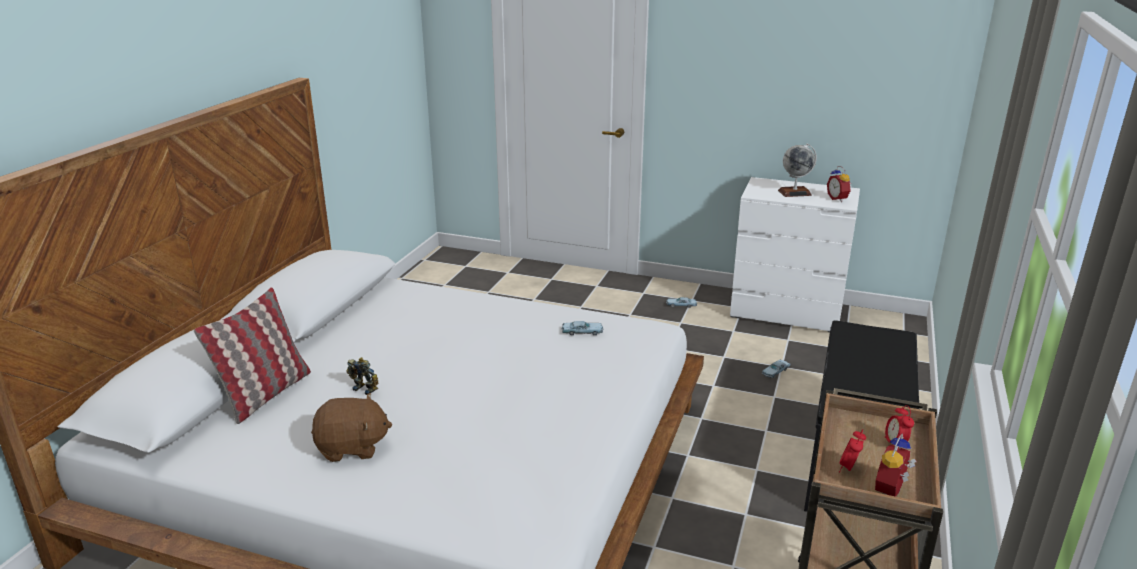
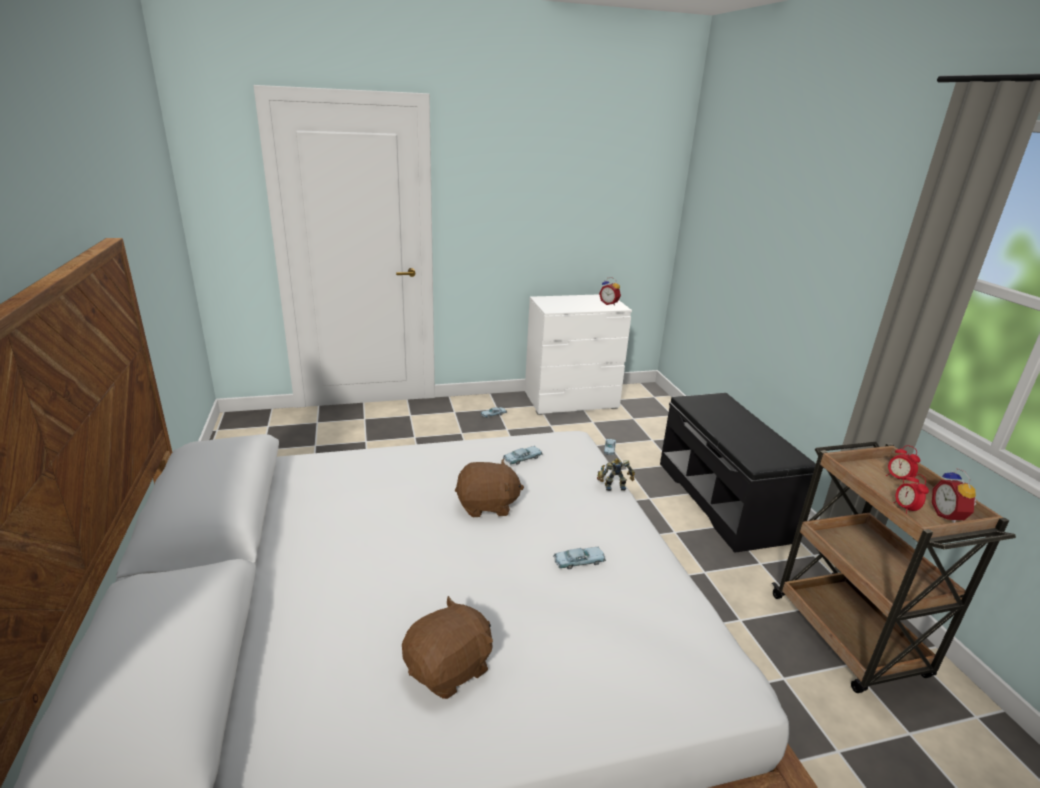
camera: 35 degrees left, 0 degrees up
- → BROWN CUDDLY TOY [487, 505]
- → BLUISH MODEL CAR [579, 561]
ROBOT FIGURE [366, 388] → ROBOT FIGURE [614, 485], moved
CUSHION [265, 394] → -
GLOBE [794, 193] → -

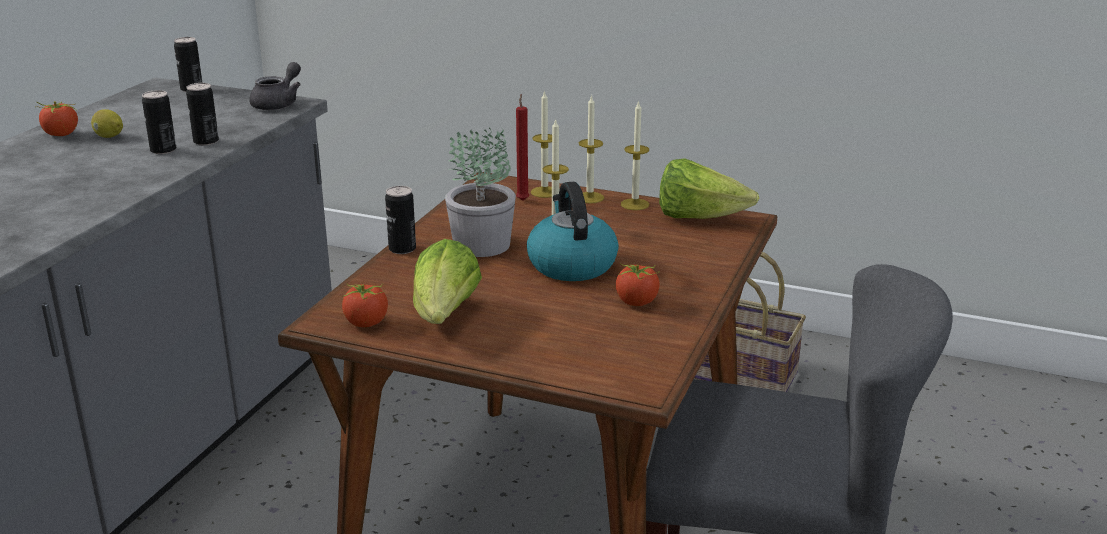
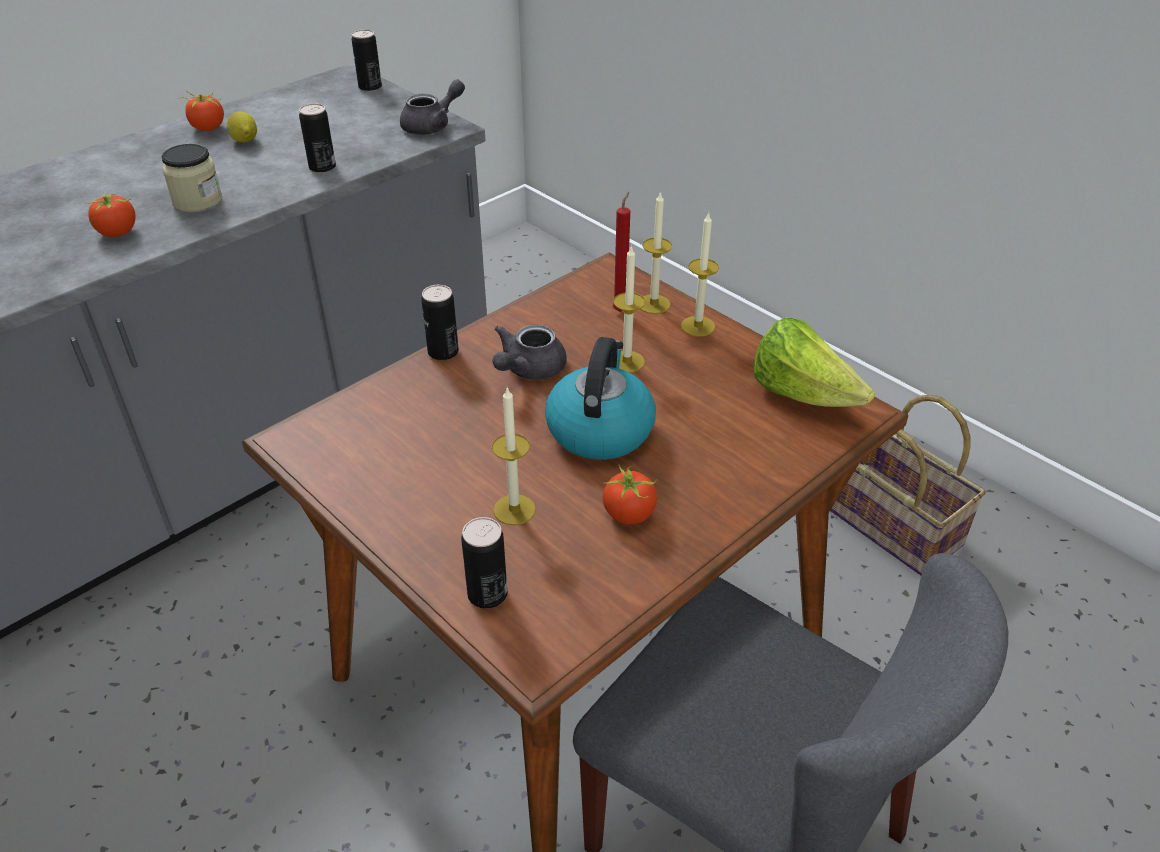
camera: 25 degrees right, 15 degrees up
WHOLE TOMATO [366, 323] → WHOLE TOMATO [118, 233], moved
- → STORAGE JAR [197, 201]
CAN [163, 150] → CAN [487, 594], moved
WAX CANDLE [635, 204] → WAX CANDLE [514, 510], moved
POTTED PLANT [483, 245] → GREY POT FOR TEA [528, 370]
LETTUCE HEAD [445, 316] → -

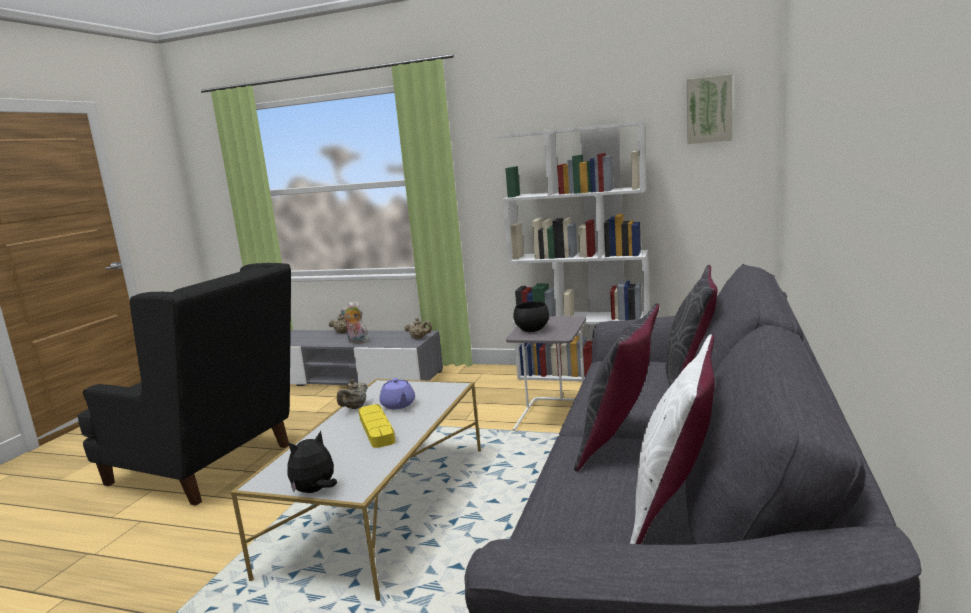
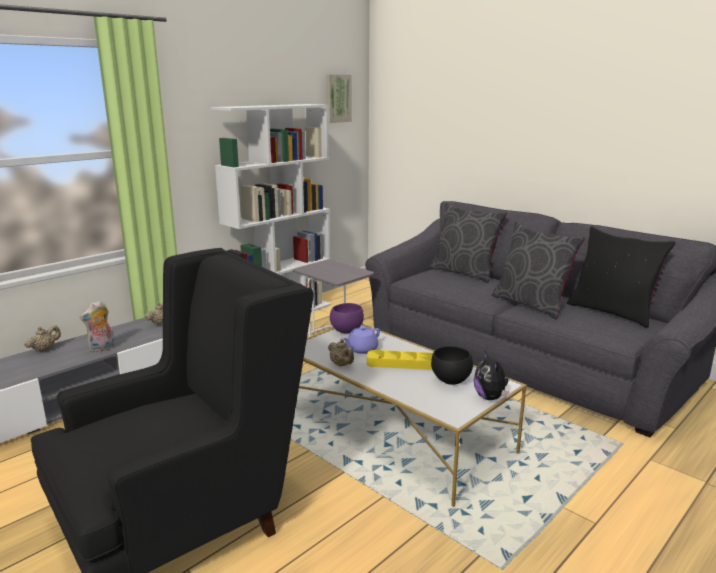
camera: 65 degrees left, 5 degrees up
- → PURPLISH BOWL [346, 330]
PURPLISH POT FOR TEA [398, 405] → PURPLISH POT FOR TEA [361, 349], 135 degrees clockwise
BLACKISH BOWL [531, 330] → BLACKISH BOWL [451, 381], moved
WHITISH CUSHION [675, 510] → BLACKISH CUSHION [612, 312]

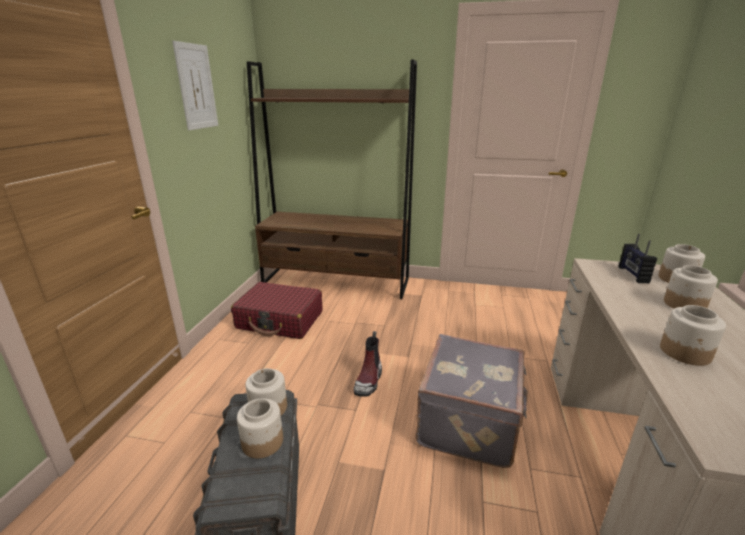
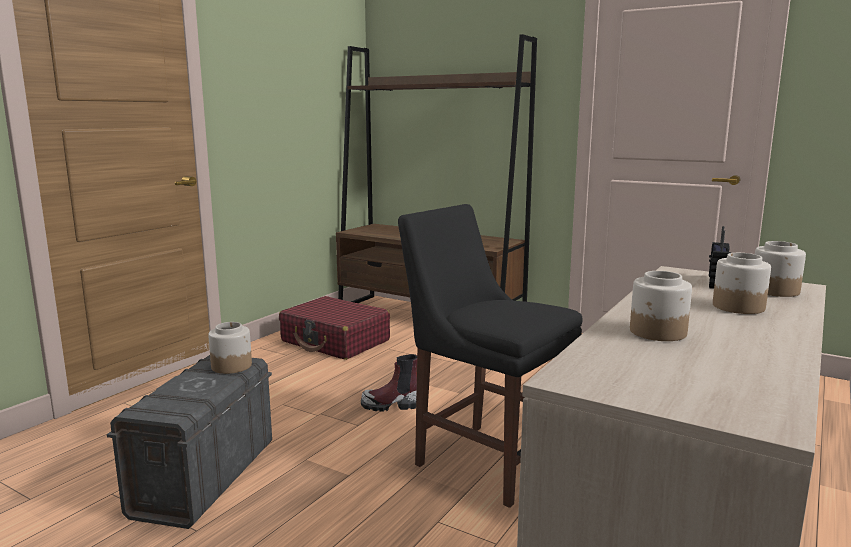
camera: 20 degrees right, 10 degrees down
BOOT [368, 381] → BOOT [393, 405], 45 degrees clockwise
GREY TRAVEL CASE [470, 422] → BLACKISH UPRIGHT CHAIR [485, 459]
PICTURE [196, 87] → -
STORAGE JAR [262, 442] → -

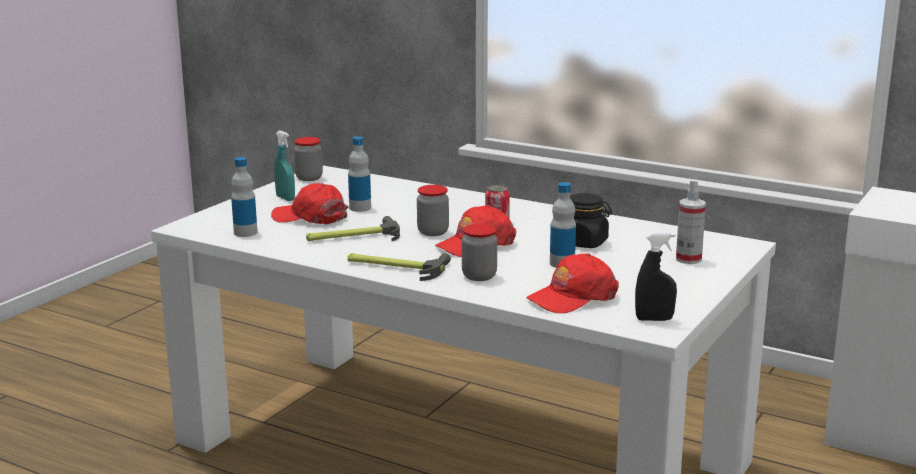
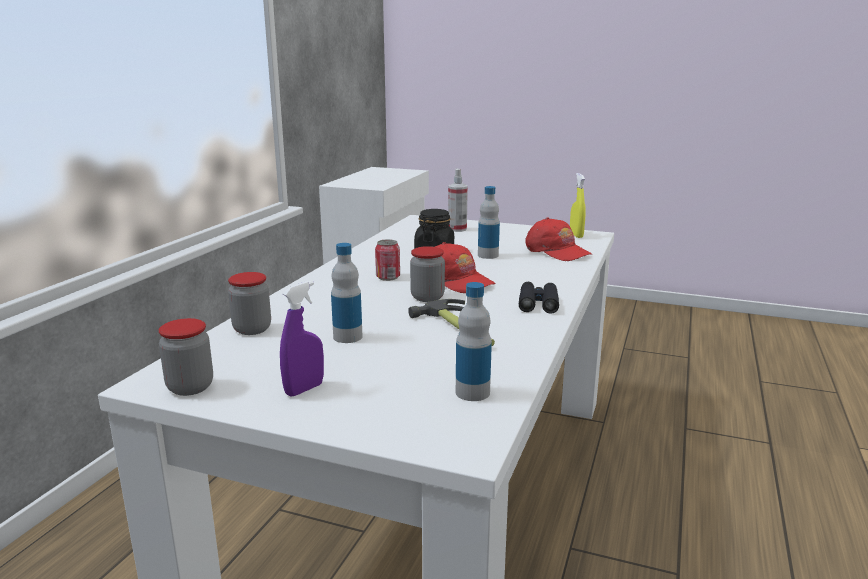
camera: 100 degrees left, 0 degrees up
STORAGE JAR [479, 276] → STORAGE JAR [252, 329], moved
BLUE-GREEN SPRAYER [285, 198] → PURPLISH SPRAYER [304, 389]
TOOL HAMMER [394, 267] → BLACKISH PAIR OF BINOCULARS [538, 303]
BLACKISH SPRAYER [654, 319] → YELLOW-COLOURED SPRAYER [576, 235]
RED-COLOURED BASEBALL CAP [310, 217] → -

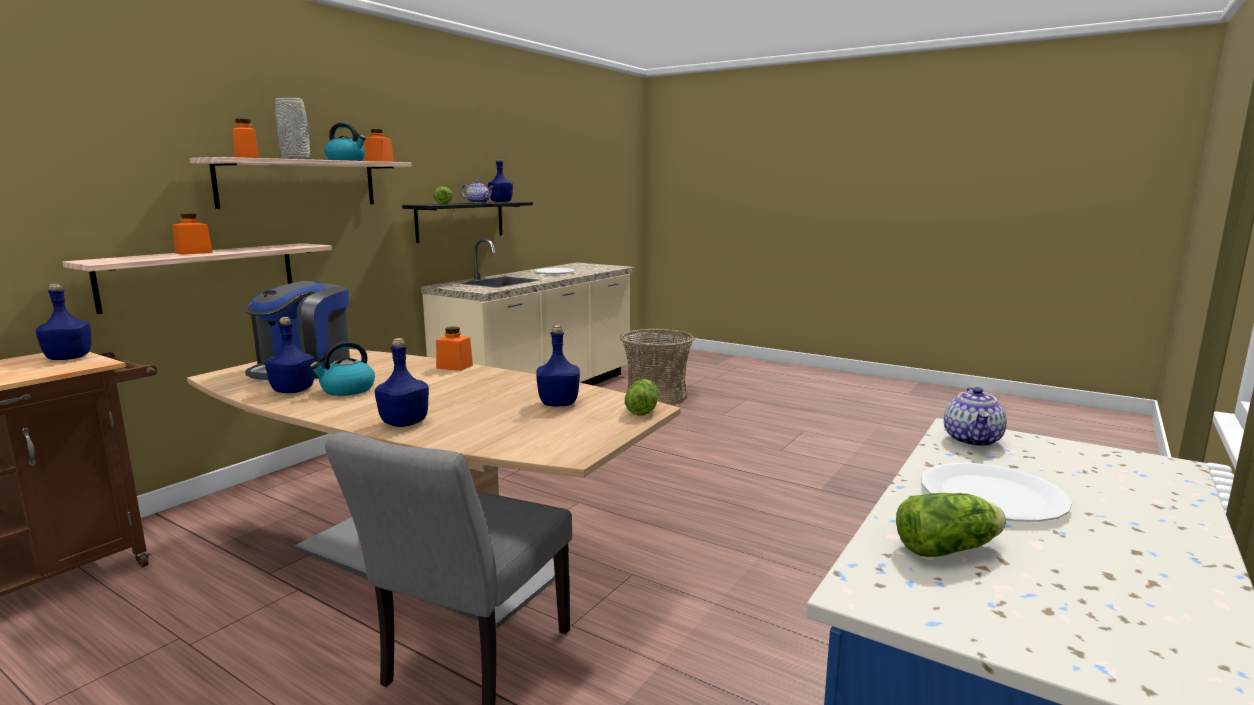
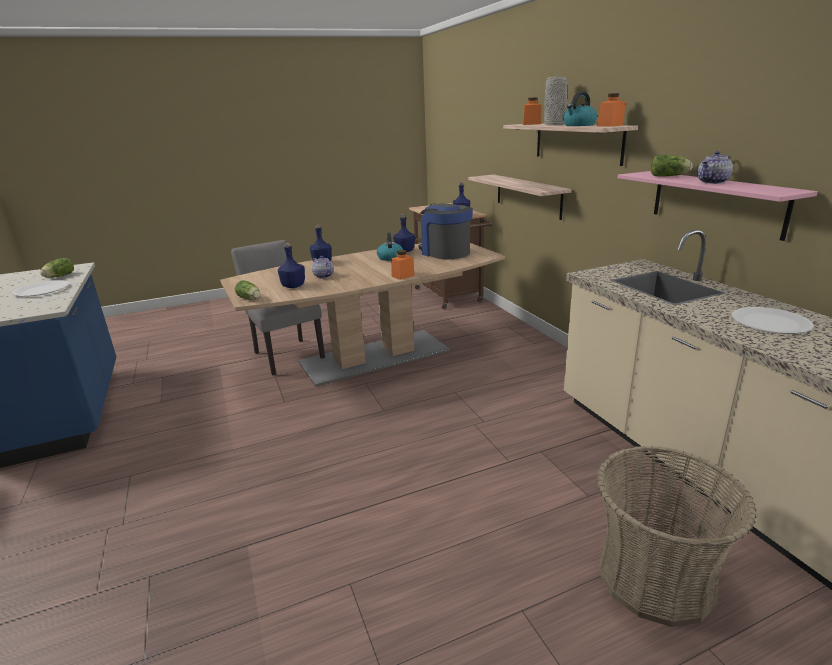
camera: 125 degrees right, 10 degrees up
POT FOR TEA [973, 440] → POT FOR TEA [323, 276], moved
BLACKISH BRACKET SHELF [460, 221] → PINKISH BRACKET SHELF [716, 202]
ORANGE STORAGE JAR [194, 252] → -
BLUISH BOTTLE [500, 202] → -

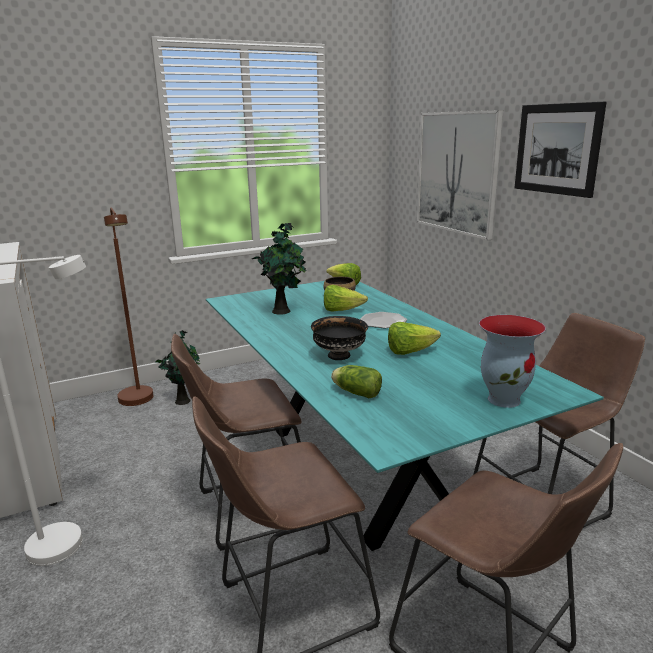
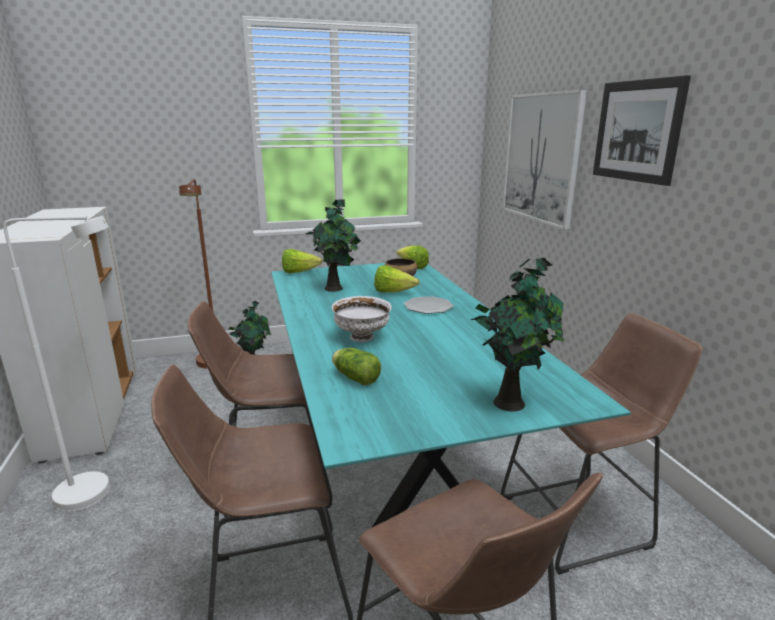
camera: 10 degrees right, 0 degrees up
LETTUCE HEAD [410, 352] → LETTUCE HEAD [299, 272], moved
BLACKISH BOWL [340, 356] → WHITISH BOWL [362, 338]
FLOWER VASE [504, 399] → POTTED PLANT [511, 402]

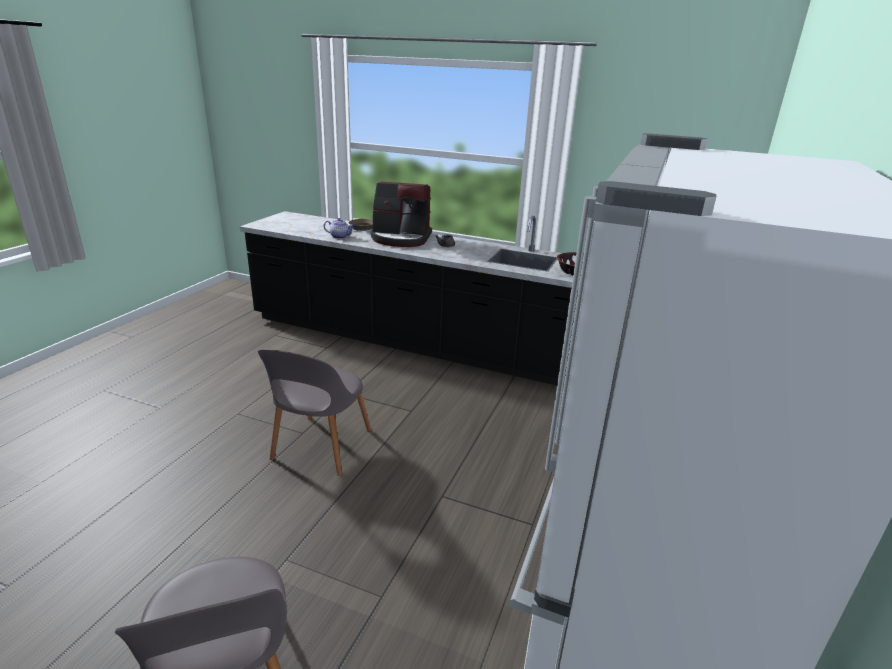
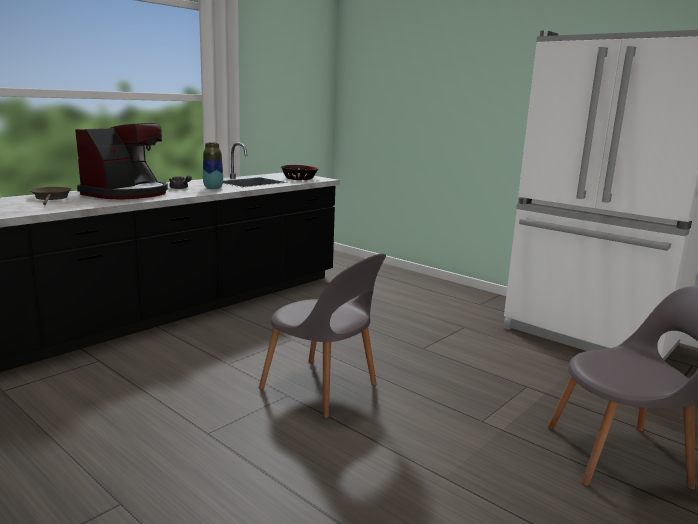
camera: 70 degrees left, 10 degrees down
- → FLOWER VASE [213, 188]
POT FOR TEA [340, 237] → -

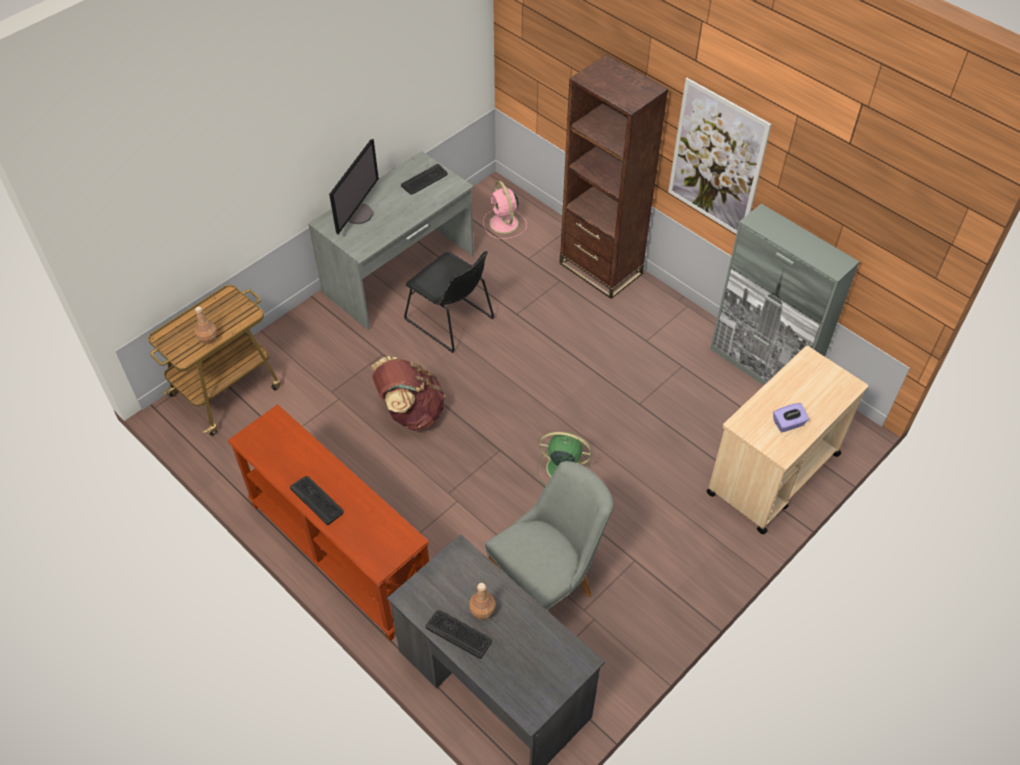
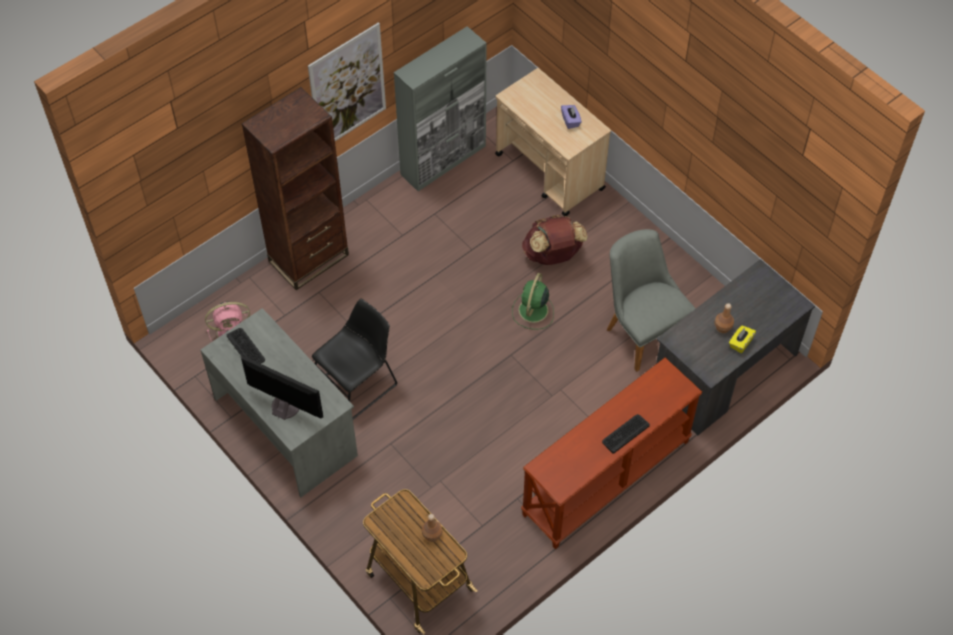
camera: 85 degrees left, 5 degrees up
BROWN KNAPSACK [410, 412] → BROWN KNAPSACK [552, 255], moved
COMPUTER KEYBOARD [459, 634] → YELLOW-COLOURED TISSUE HOLDER [740, 343]

